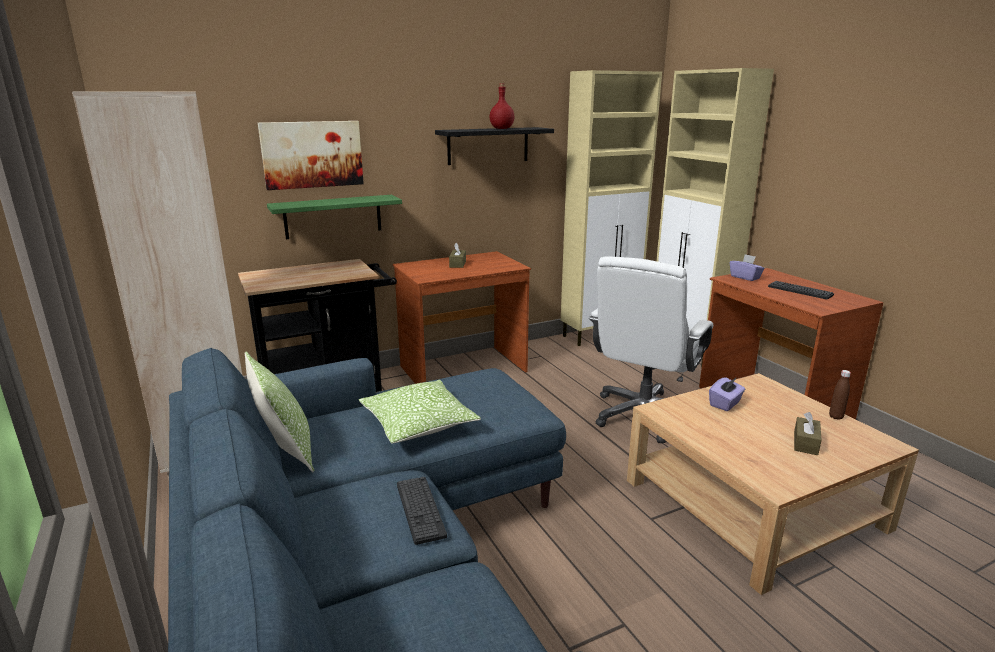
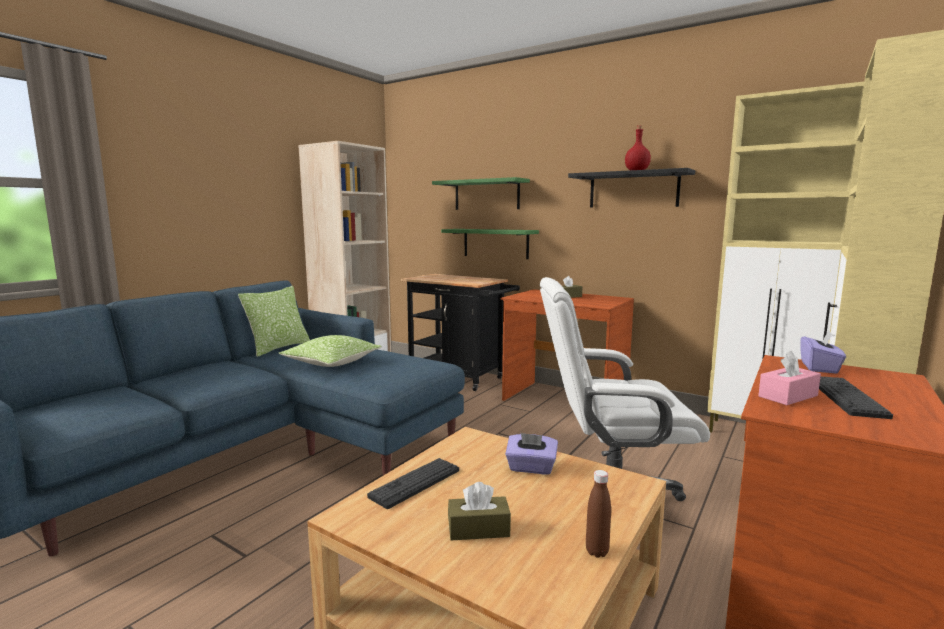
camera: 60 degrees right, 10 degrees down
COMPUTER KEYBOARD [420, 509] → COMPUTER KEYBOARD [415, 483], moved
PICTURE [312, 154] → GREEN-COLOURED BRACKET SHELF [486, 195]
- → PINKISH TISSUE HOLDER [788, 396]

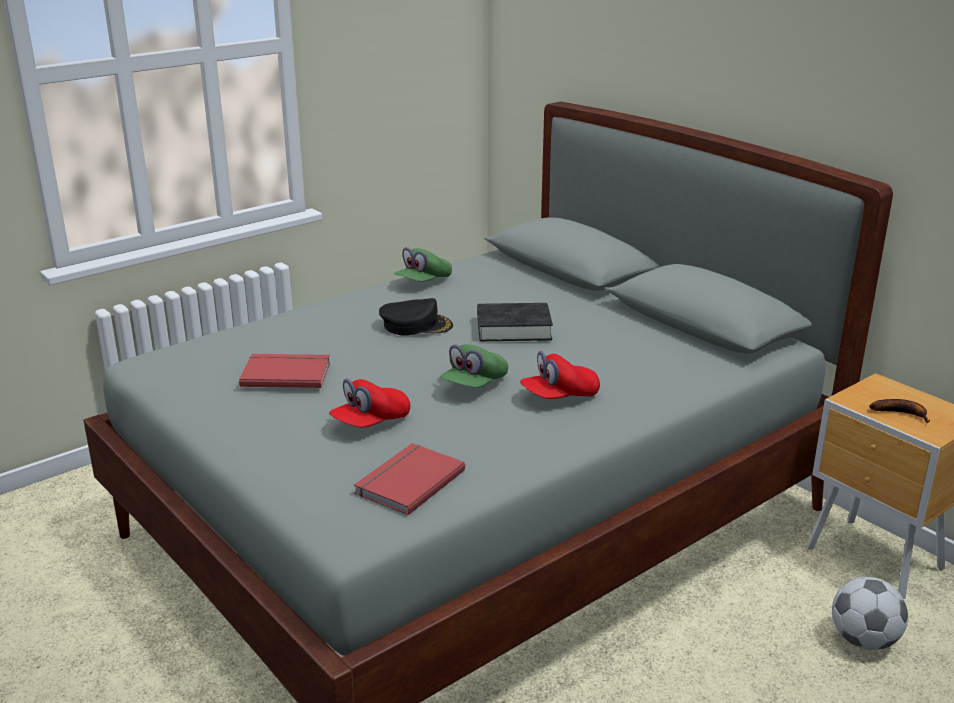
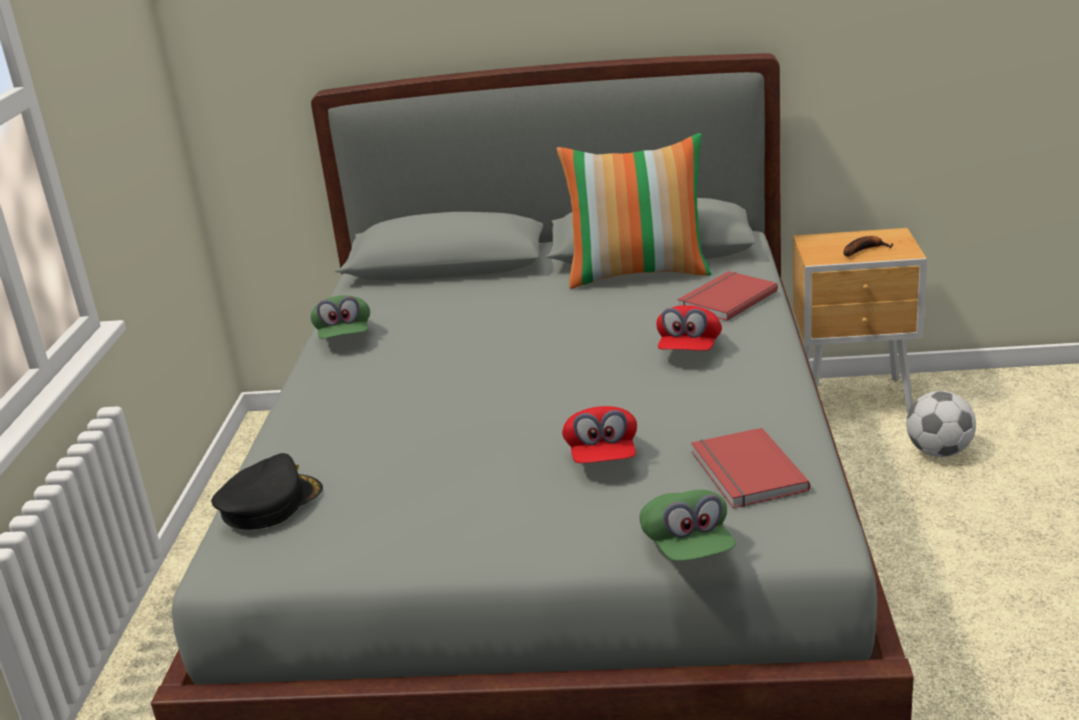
camera: 45 degrees left, 0 degrees up
BLACKISH BASEBALL CAP [416, 325] → BLACKISH BASEBALL CAP [269, 503], moved
- → CUSHION [638, 273]
GREEN-COLOURED BASEBALL CAP [474, 384] → GREEN-COLOURED BASEBALL CAP [687, 548], moved
RED-COLOURED BOOK [286, 373] → RED-COLOURED BOOK [725, 299], moved
BLACKISH BOOK [513, 328] → -

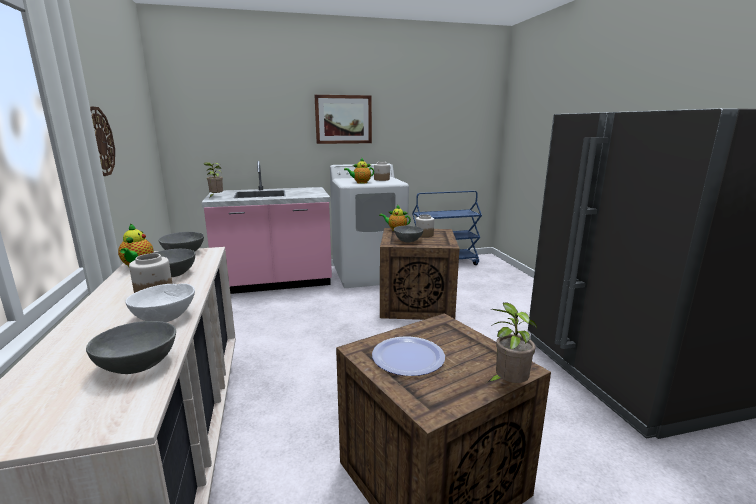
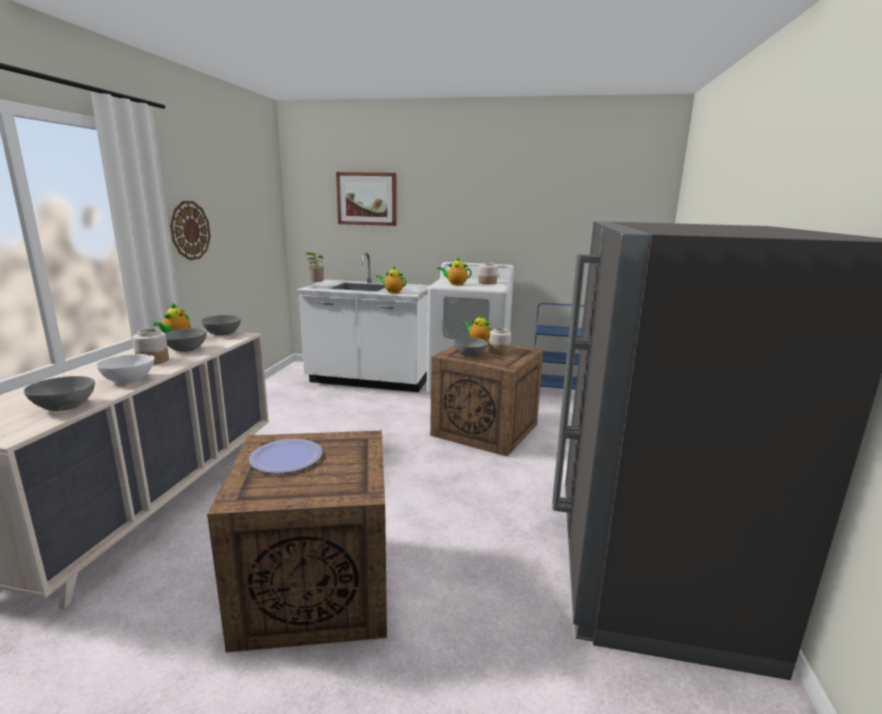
camera: 25 degrees right, 0 degrees up
PINKISH KITCHEN COUNTER [275, 282] → WHITISH KITCHEN COUNTER [369, 380]
PICTURE [343, 119] → PICTURE [367, 199], moved
- → POT FOR TEA [392, 292]
POTTED PLANT [508, 385] → -

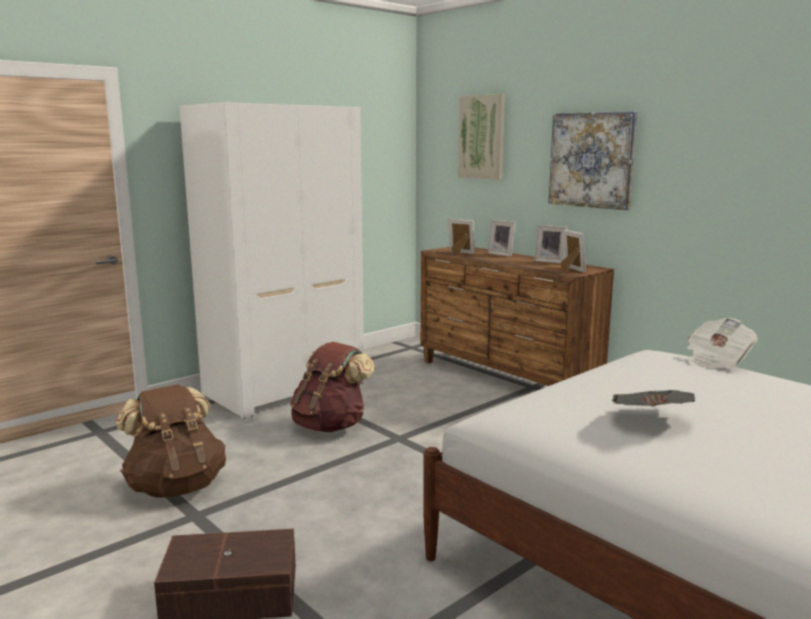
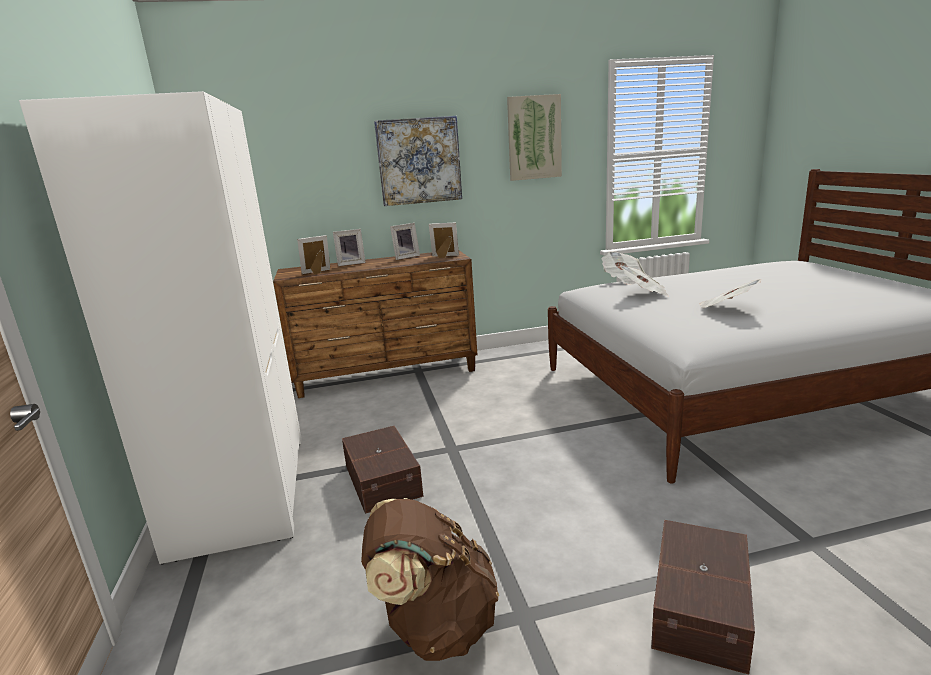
camera: 60 degrees left, 5 degrees up
BROWN KNAPSACK [330, 426] → BROWN STORAGE CONTAINER [384, 479]
PICTURE [482, 137] → PICTURE [534, 138], moved
- → DAILY PAPER [644, 293]

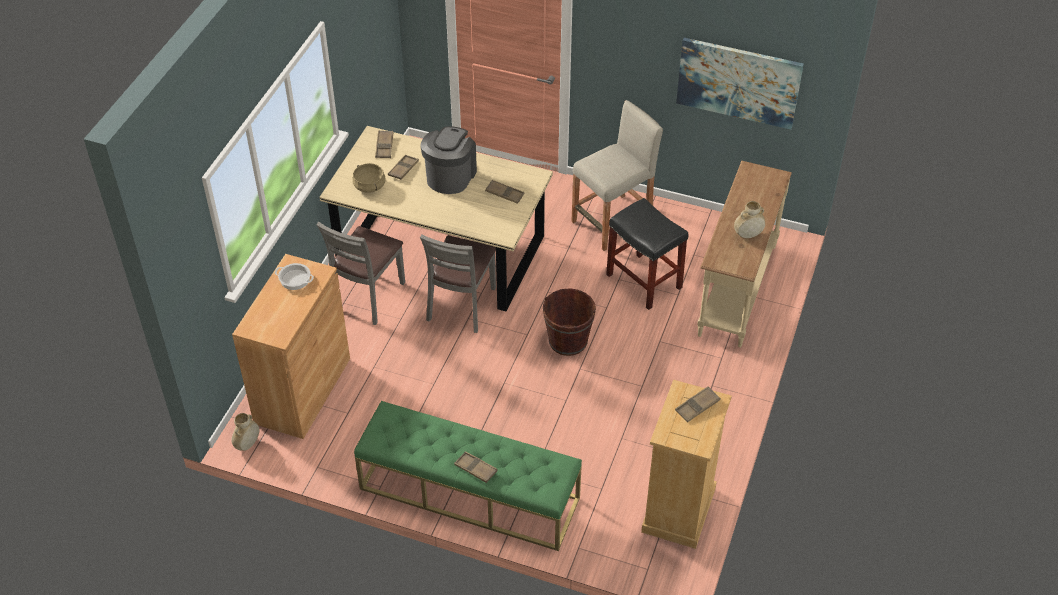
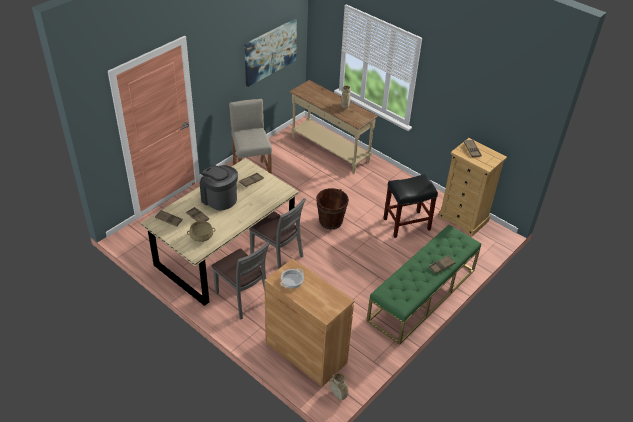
camera: 70 degrees left, 5 degrees down
BLACKISH SITTING STOOL [645, 281] → BLACKISH SITTING STOOL [407, 224], moved

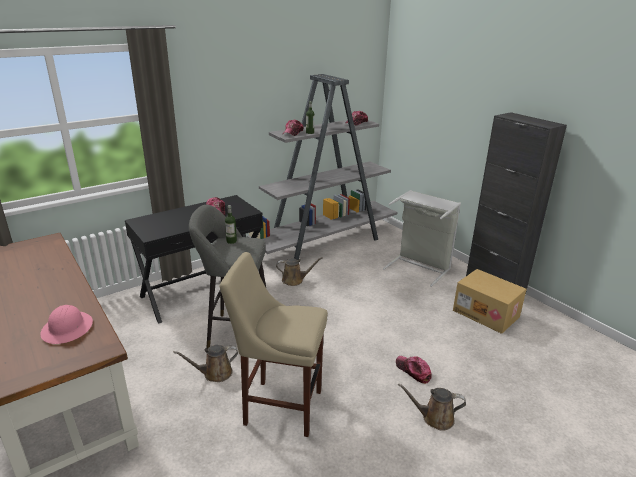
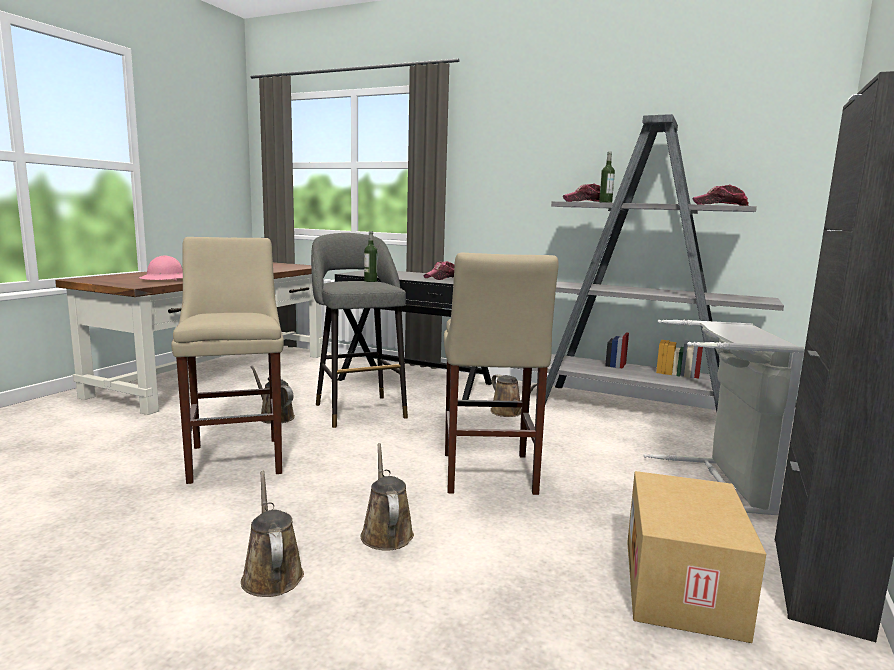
camera: 60 degrees right, 15 degrees down
BASEBALL CAP [413, 371] → BROWN WATERING CAN [386, 532]
- → BEIGE SITTING STOOL [488, 475]

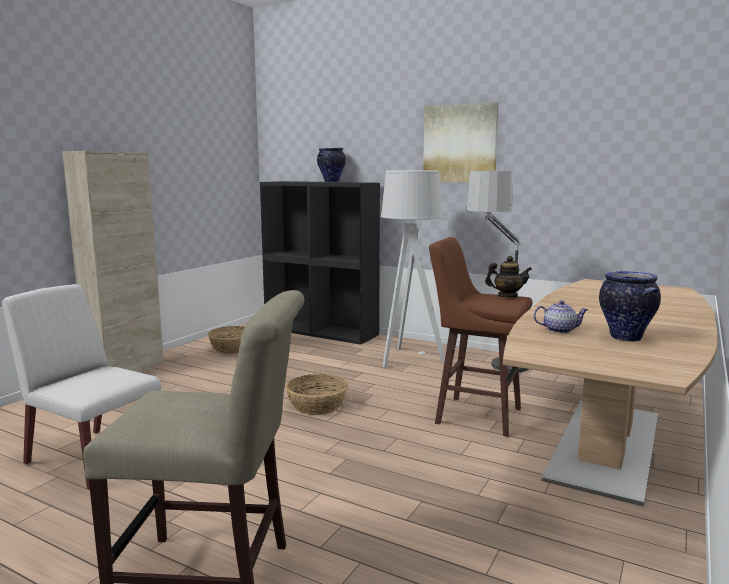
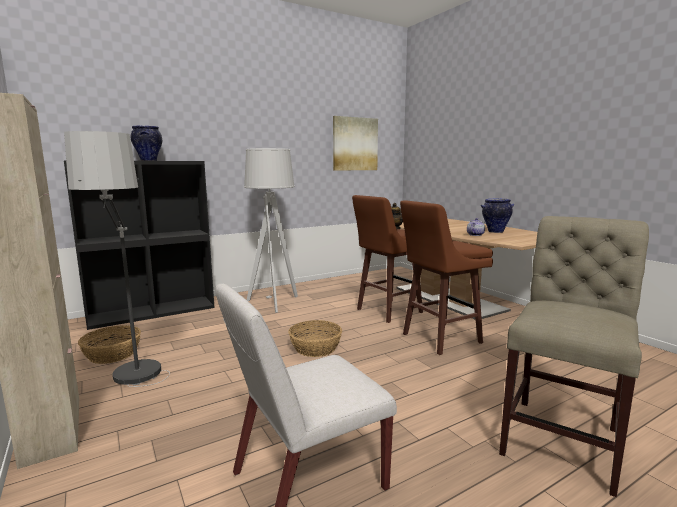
camera: 60 degrees left, 0 degrees up
STANDARD LAMP [498, 376] → STANDARD LAMP [137, 392], moved
PICTURE [460, 143] → PICTURE [355, 144], moved
- → BROWN SITTING STOOL [439, 338]

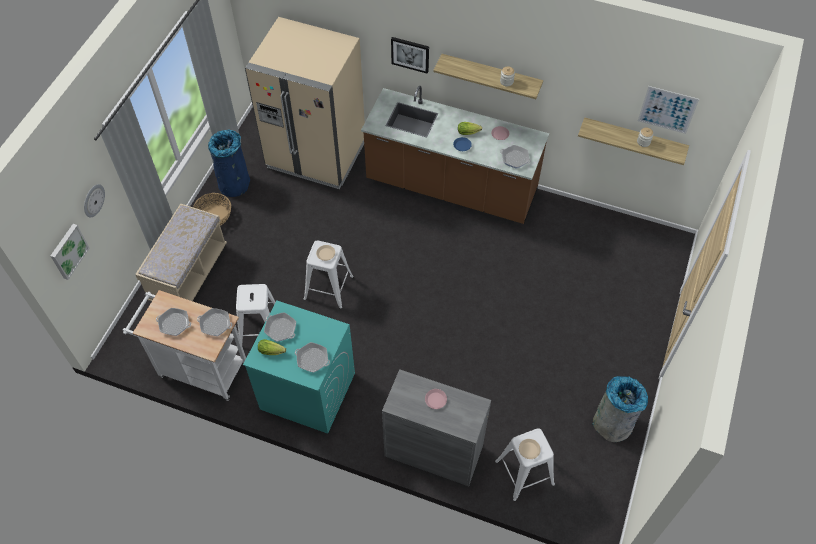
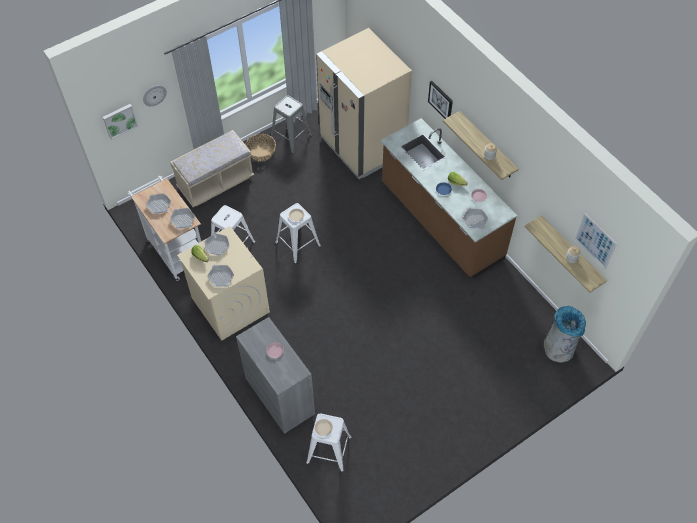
camera: 35 degrees right, 0 degrees up
BLUE-GREEN LAUNDRY APPLIANCE [307, 391] → BEIGE LAUNDRY APPLIANCE [230, 305]
BLUISH WASTE BIN [234, 183] → GREY SITTING STOOL [291, 137]
GREY WASTE BIN [612, 424] → GREY WASTE BIN [558, 349], moved

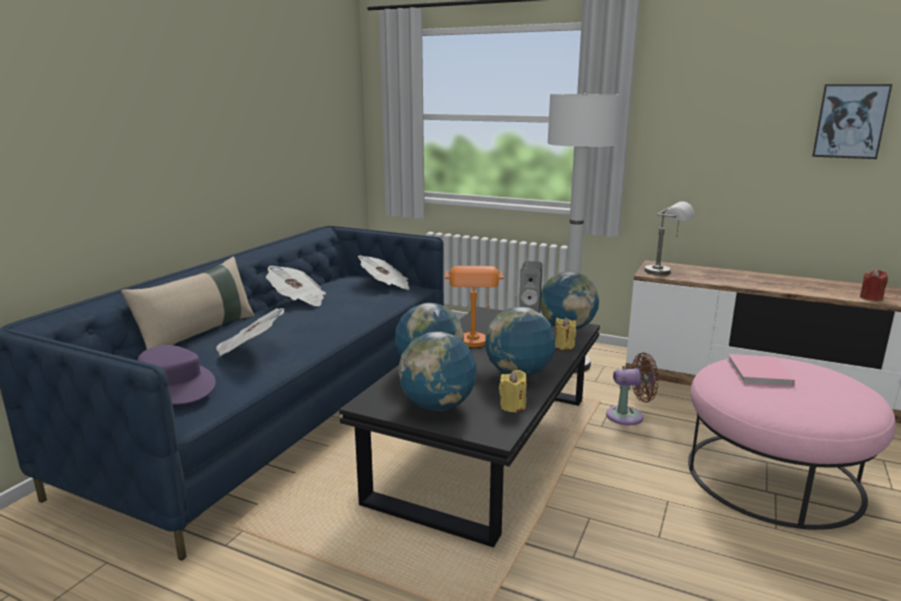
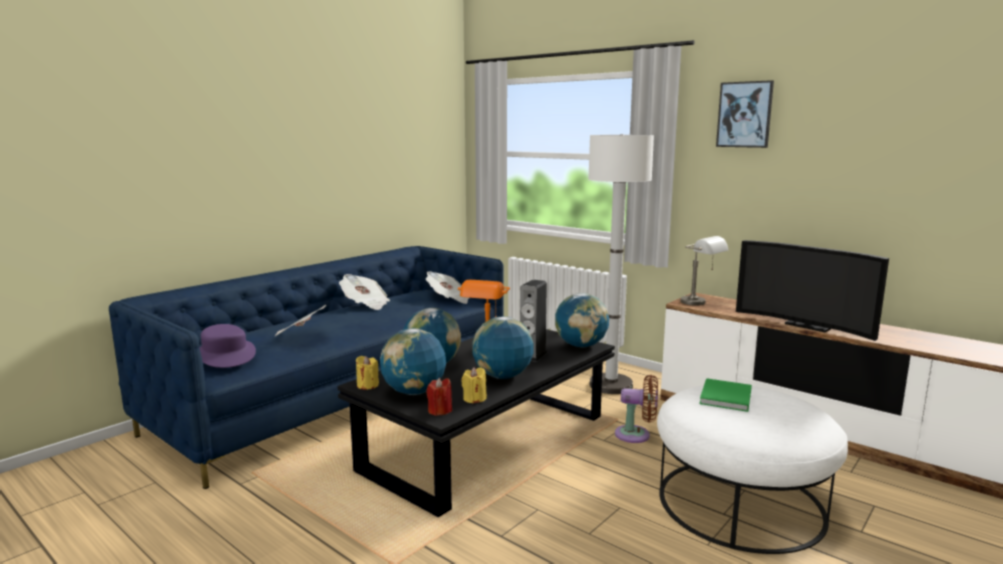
camera: 15 degrees right, 5 degrees down
YELLOW-COLOURED WAX CANDLE [564, 346] → YELLOW-COLOURED WAX CANDLE [367, 385], moved
RED-COLOURED WAX CANDLE [871, 298] → RED-COLOURED WAX CANDLE [440, 410], moved
PINKISH POUFFE [773, 477] → WHITISH POUFFE [741, 503]
PINKISH BOOK [759, 373] → GREEN-COLOURED BOOK [725, 398]
PICTURE [850, 121] → PICTURE [744, 114], moved
- → TV [808, 325]
BEIGE CUSHION [198, 334] → -

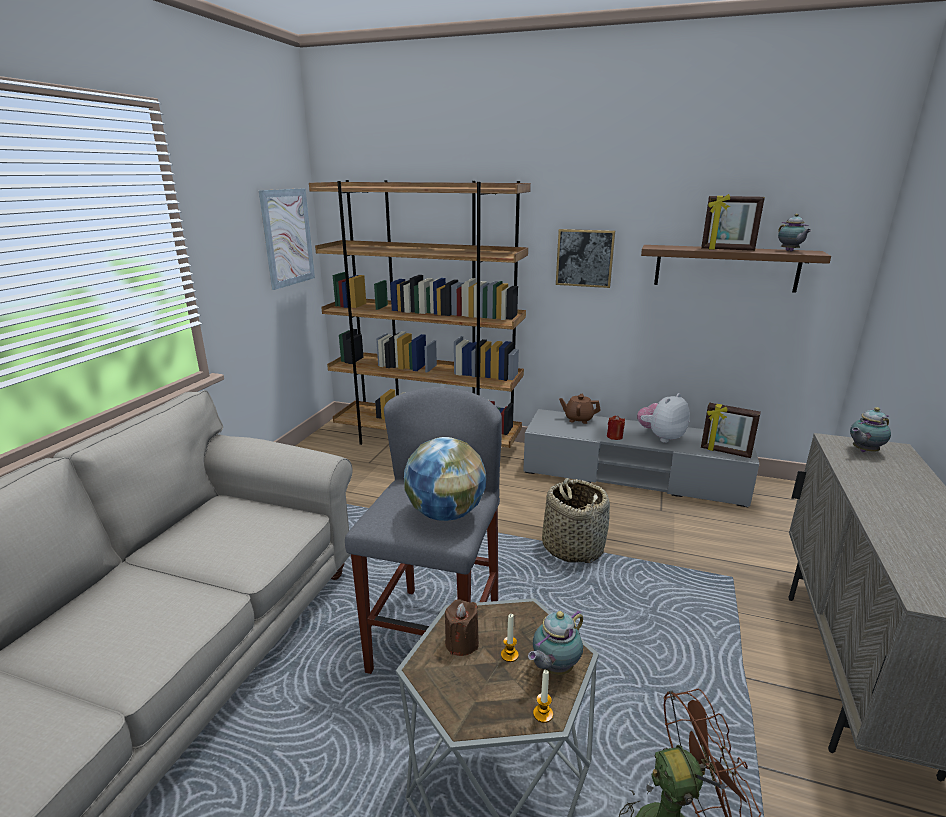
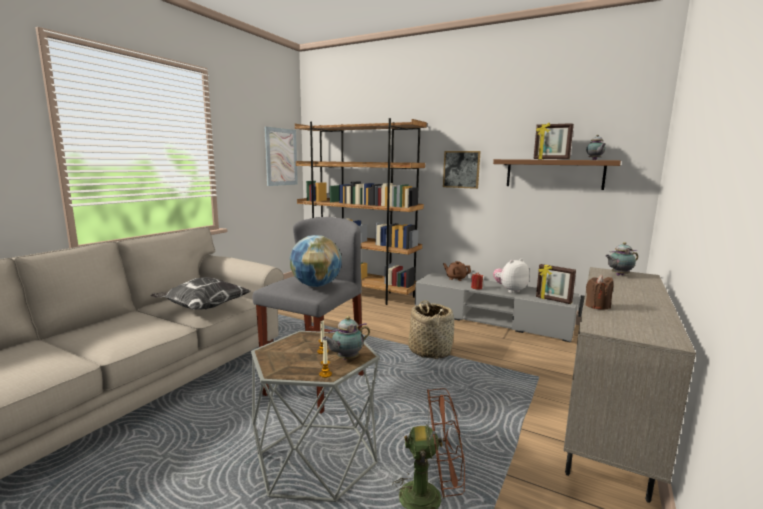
camera: 10 degrees right, 10 degrees down
- → CUSHION [202, 308]
BROWN WAX CANDLE [462, 643] → BROWN WAX CANDLE [597, 306], moved

